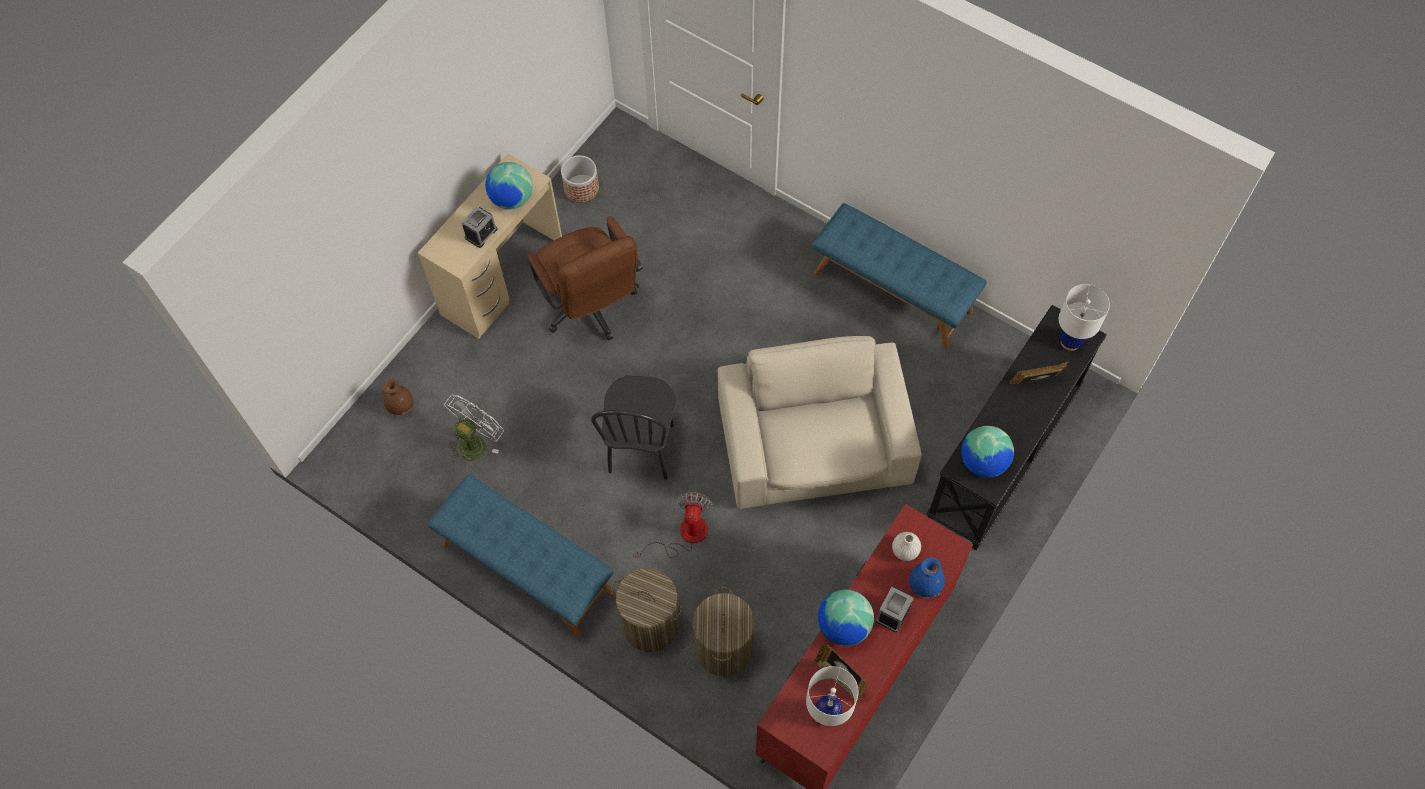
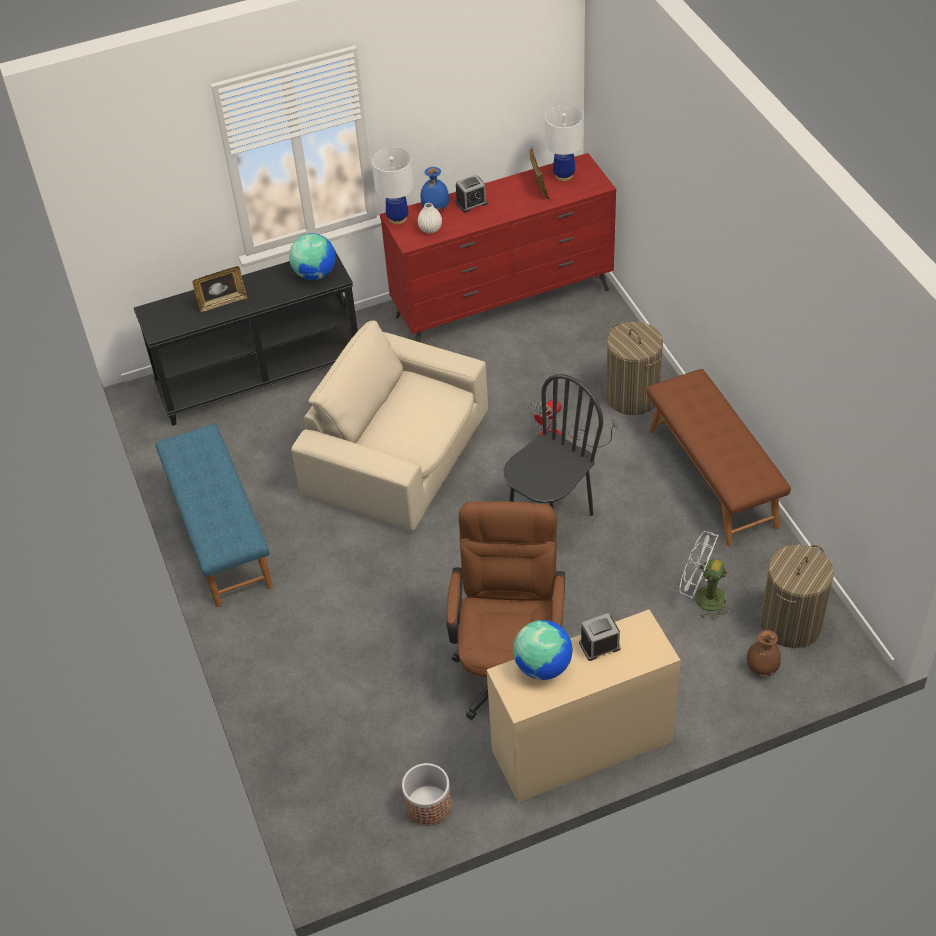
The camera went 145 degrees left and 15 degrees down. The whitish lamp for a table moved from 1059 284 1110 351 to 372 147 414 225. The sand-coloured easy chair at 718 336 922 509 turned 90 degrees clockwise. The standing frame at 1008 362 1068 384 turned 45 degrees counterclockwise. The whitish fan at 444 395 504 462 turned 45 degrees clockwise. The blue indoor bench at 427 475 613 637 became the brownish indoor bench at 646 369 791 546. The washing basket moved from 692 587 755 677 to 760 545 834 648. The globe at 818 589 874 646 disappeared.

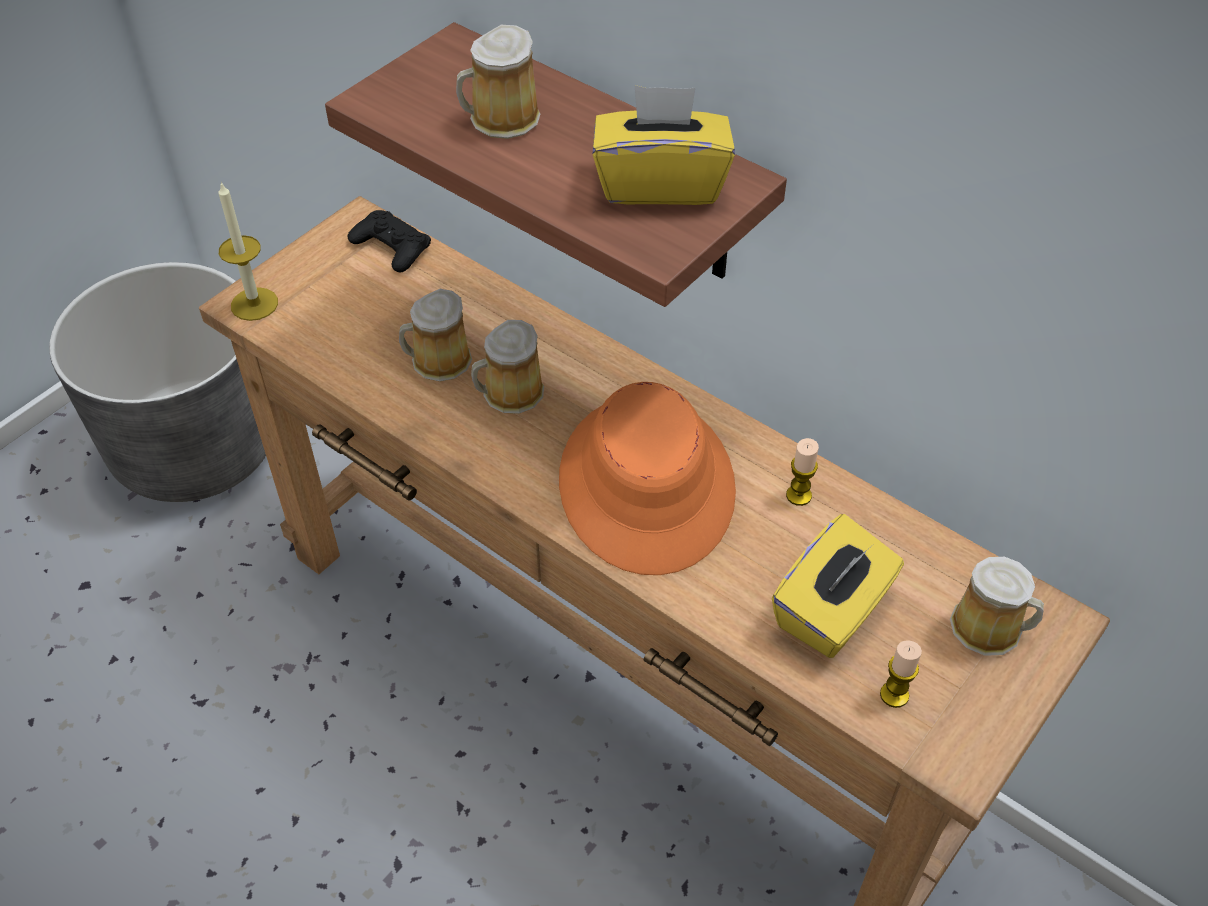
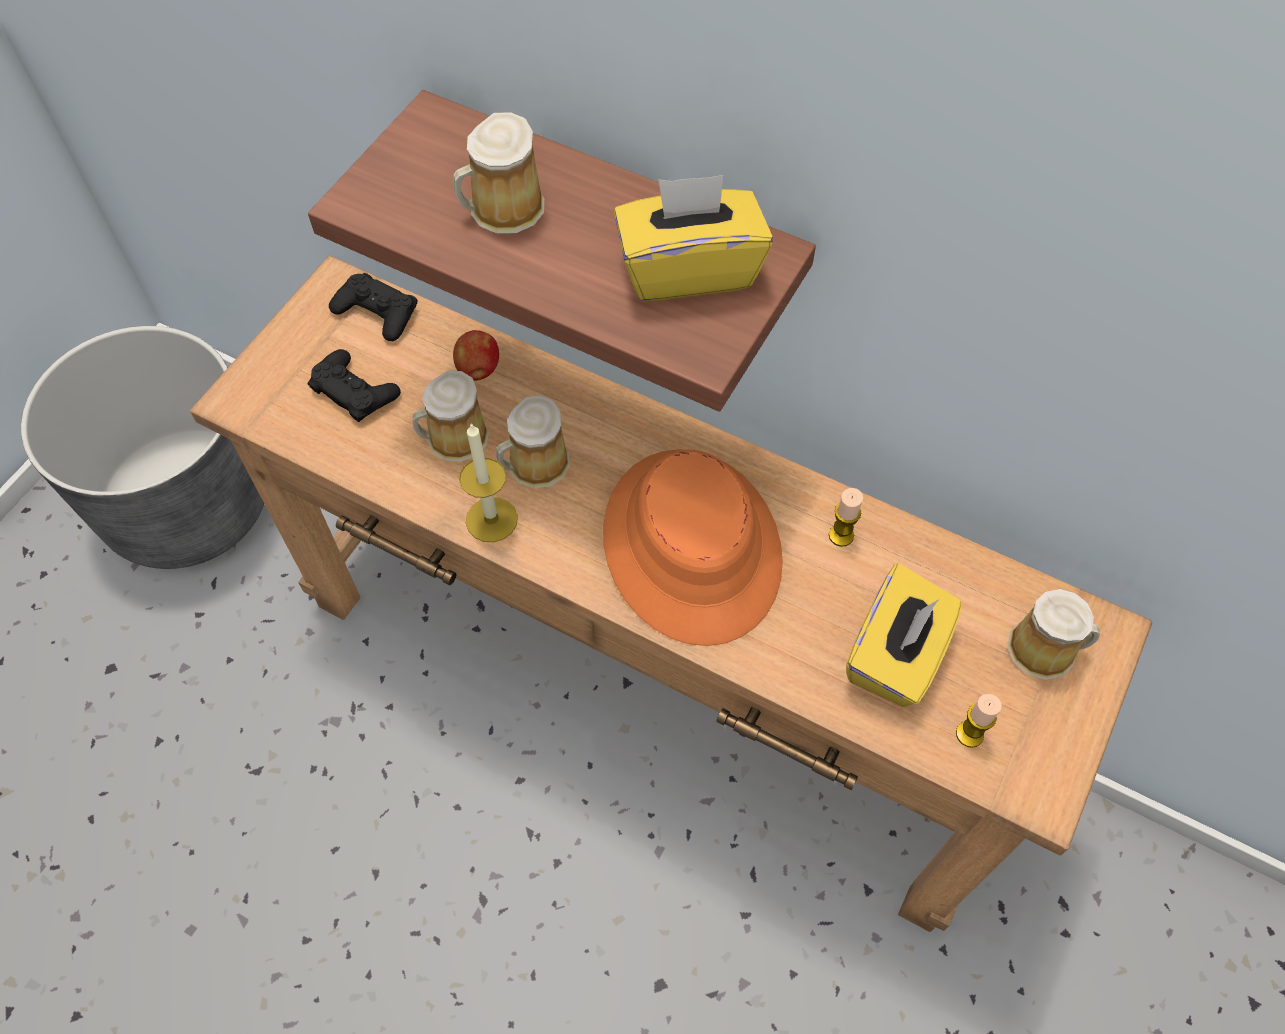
The camera went 10 degrees left and 10 degrees up. The wax candle moved from 218 182 278 321 to 459 423 518 542. The apple fruit at 453 330 499 381 appeared. The black-coloured gamepad at 307 349 401 422 appeared.

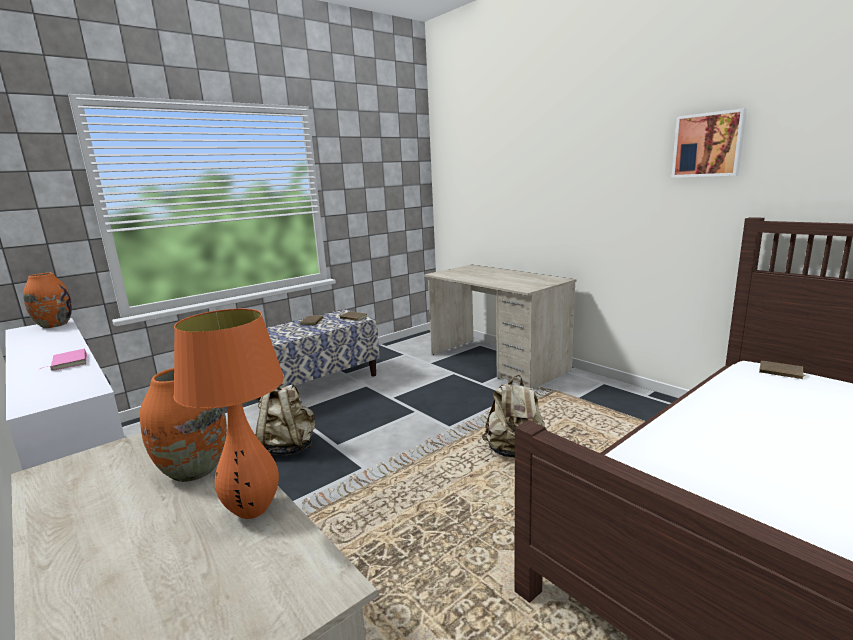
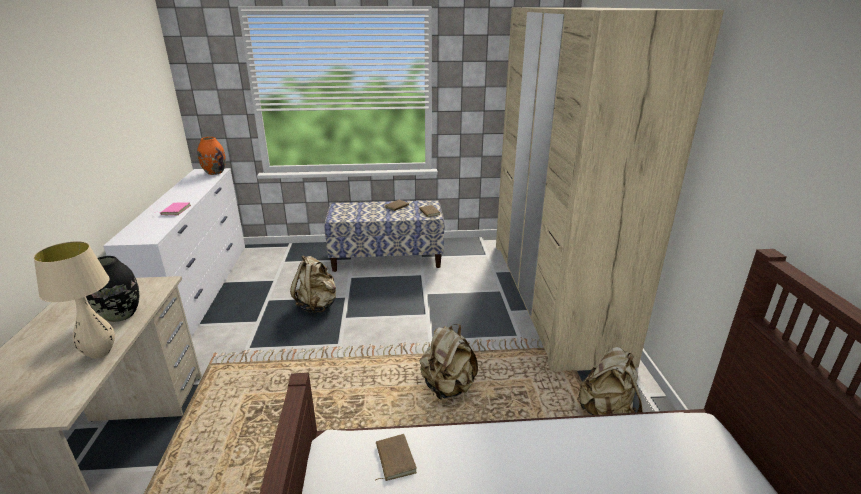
The camera went 35 degrees right and 10 degrees up. The picture at 671 108 747 178 disappeared. The sand-coloured desk unit at 424 264 577 389 was replaced by the sand-coloured clothes cupboard at 496 7 724 371. The orangey lamp for a table at 173 309 284 519 became the sand-coloured lamp for a table at 33 241 115 359. The brownish bound book moved from 759 361 805 379 to 376 434 417 481. The orangey flower vase at 140 368 227 482 became the black-coloured flower vase at 86 256 139 322. The sand-coloured knapsack at 577 347 643 415 appeared.

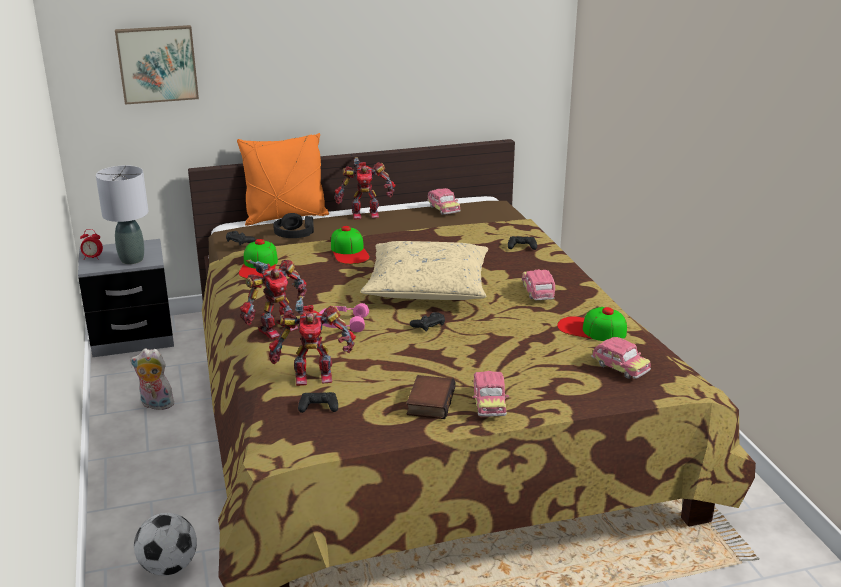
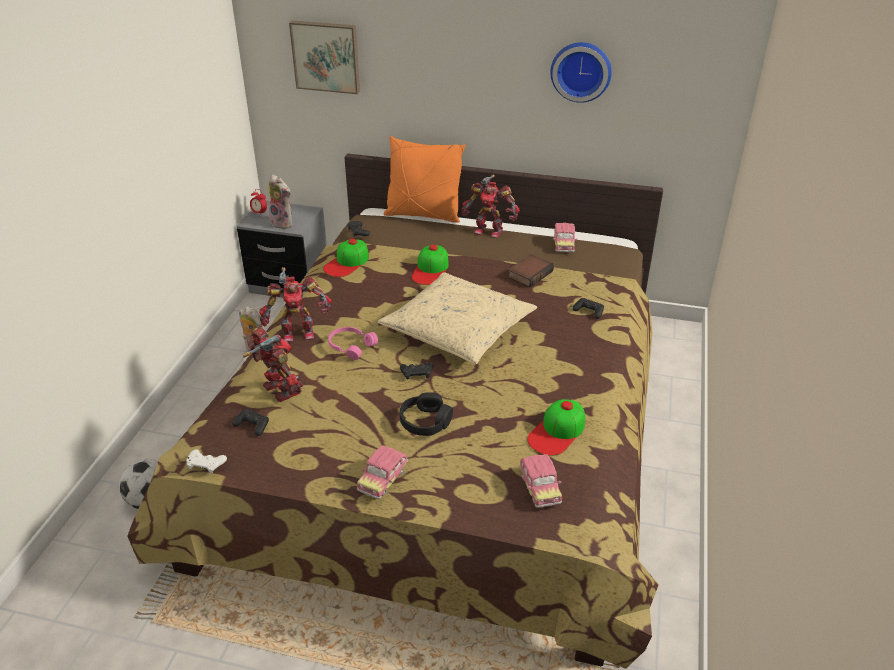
The camera went 30 degrees right and 10 degrees up. The grey lamp for a table at 96 165 148 264 was replaced by the soft toy at 268 174 293 229. The black-coloured headset moved from 274 213 314 238 to 400 392 453 436. The miniature car at 521 269 555 301 disappeared. The model robot at 269 295 356 386 turned 150 degrees counterclockwise. The baseball cap at 557 307 627 341 turned 105 degrees counterclockwise. The bound book moved from 406 375 456 419 to 508 254 554 288. The wall clock at 550 42 612 103 appeared. The whitish gamepad at 187 449 227 473 appeared.

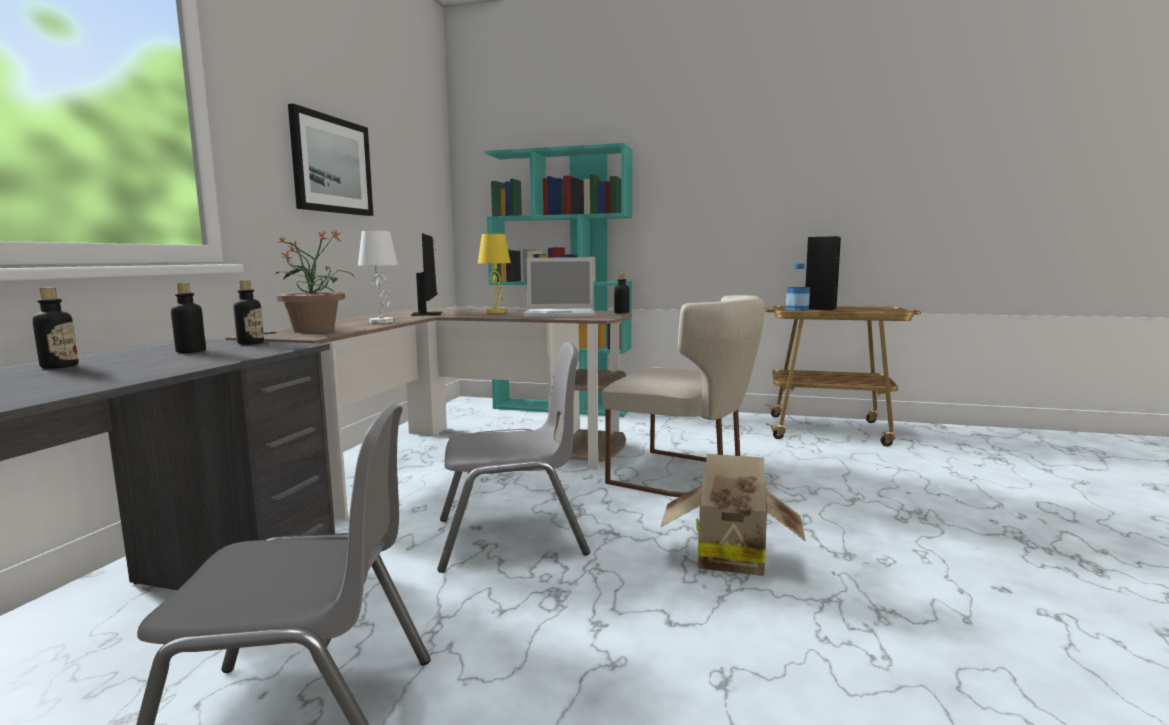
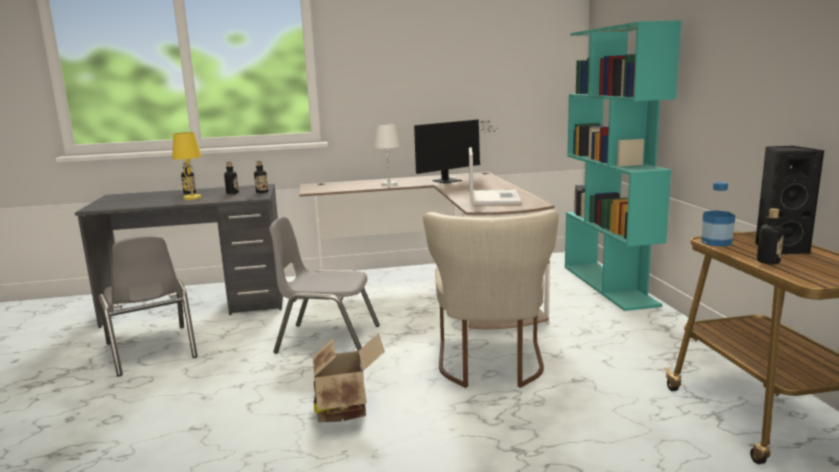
The camera went 65 degrees right and 5 degrees up. The picture at 288 104 373 216 disappeared. The potted plant at 276 230 354 333 disappeared. The yellow lamp for a table moved from 478 234 511 313 to 172 132 202 200. The laptop at 523 257 595 317 turned 150 degrees counterclockwise. The beverage bottle moved from 614 273 630 314 to 757 208 784 264. The grey chair at 437 342 590 573 turned 135 degrees clockwise.

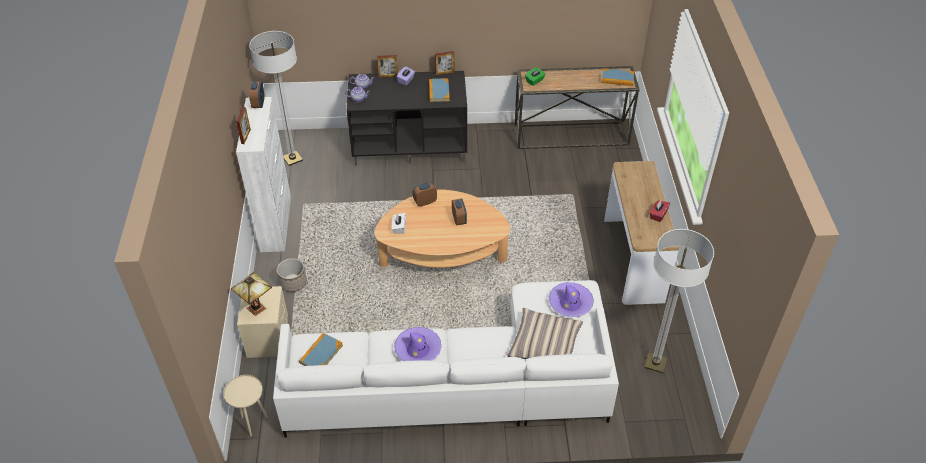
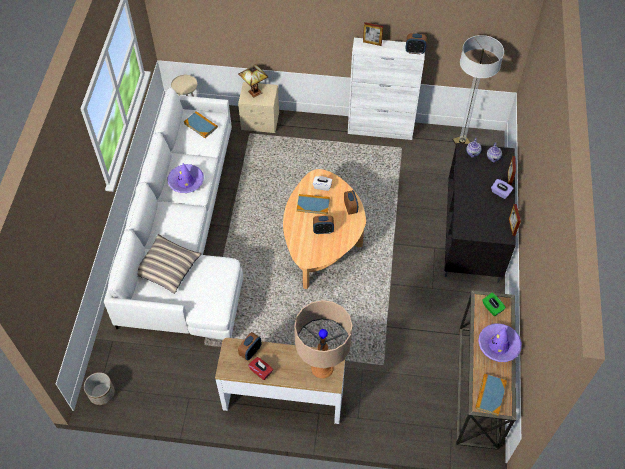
The camera went 100 degrees right and 10 degrees up. The bound book moved from 429 79 450 102 to 297 194 330 215. The floor lamp at 645 229 714 373 disappeared. The plant pot moved from 277 258 307 292 to 84 372 115 405. The purplish wearable hat moved from 549 282 594 317 to 478 323 522 362. The sand-coloured lamp for a table at 294 300 352 378 appeared. The table clock at 238 332 261 361 appeared.

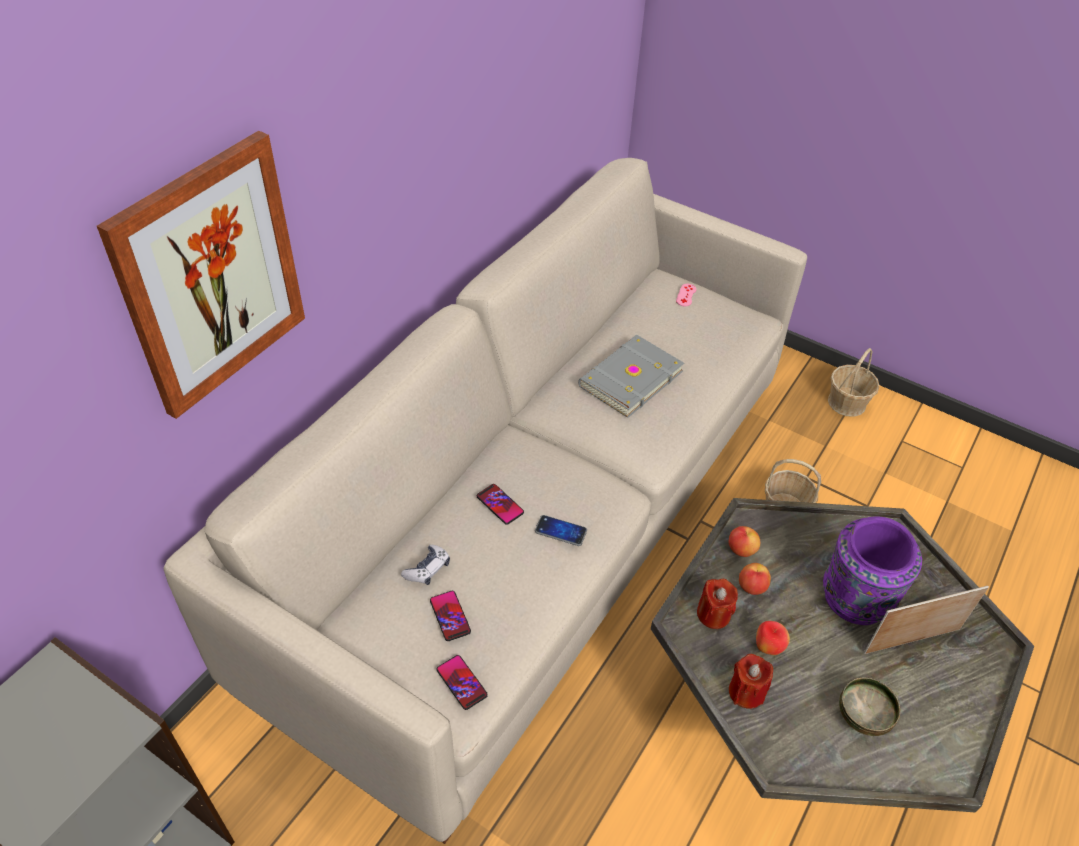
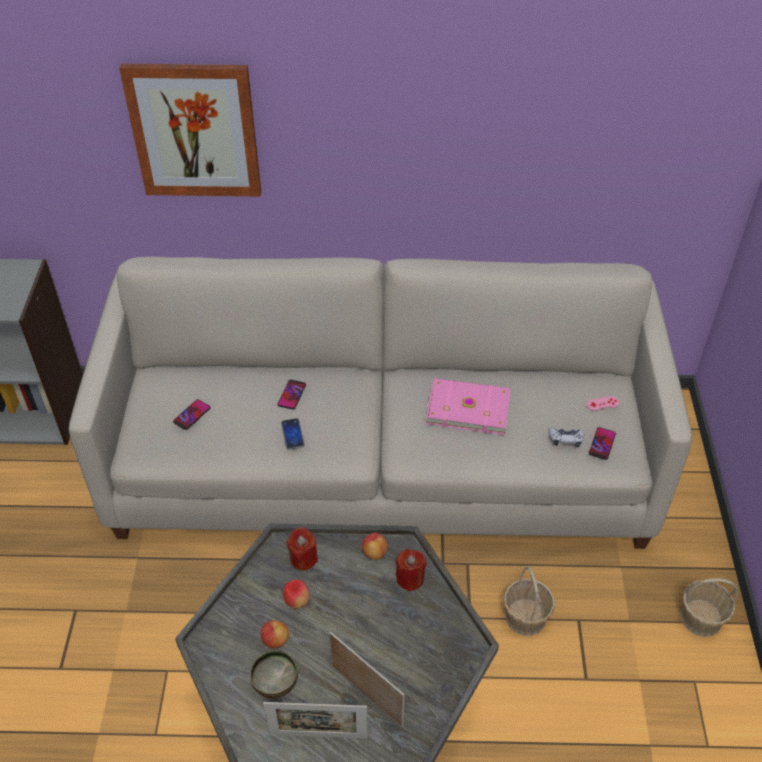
The camera went 60 degrees right and 0 degrees up. The grey bound book at 578 335 684 418 became the pink-coloured bound book at 426 378 511 435. The purplish flower vase at 823 516 922 625 disappeared. The gamepad moved from 401 545 450 585 to 548 427 584 447. The apple fruit moved from 739 563 771 595 to 261 620 289 648. The red wax candle moved from 729 654 773 709 to 396 549 427 591. The phone moved from 437 655 488 710 to 589 427 616 460. The standing frame at 263 702 368 738 appeared.

